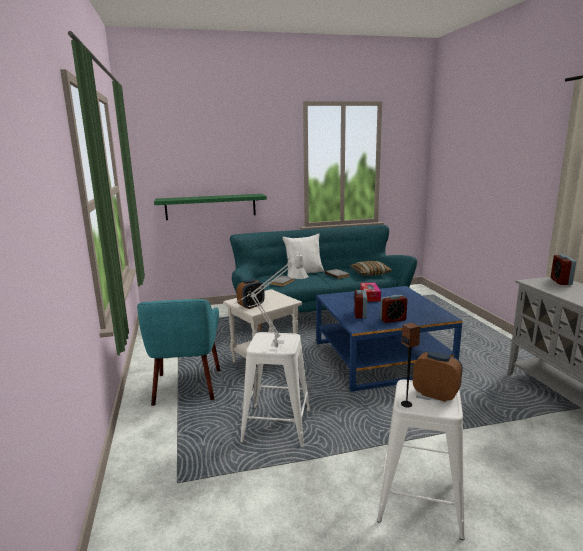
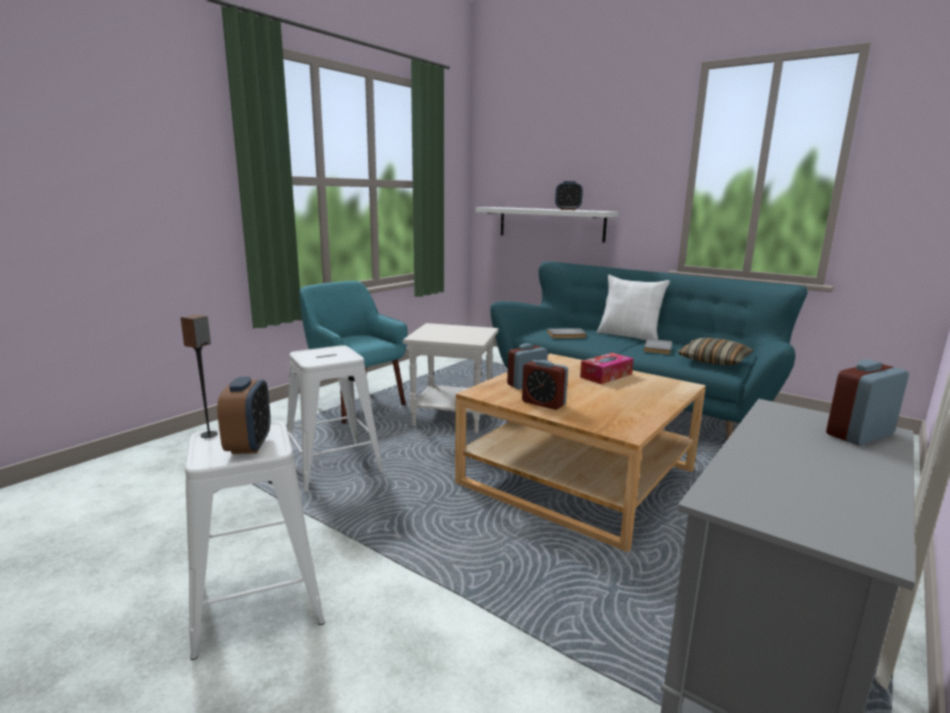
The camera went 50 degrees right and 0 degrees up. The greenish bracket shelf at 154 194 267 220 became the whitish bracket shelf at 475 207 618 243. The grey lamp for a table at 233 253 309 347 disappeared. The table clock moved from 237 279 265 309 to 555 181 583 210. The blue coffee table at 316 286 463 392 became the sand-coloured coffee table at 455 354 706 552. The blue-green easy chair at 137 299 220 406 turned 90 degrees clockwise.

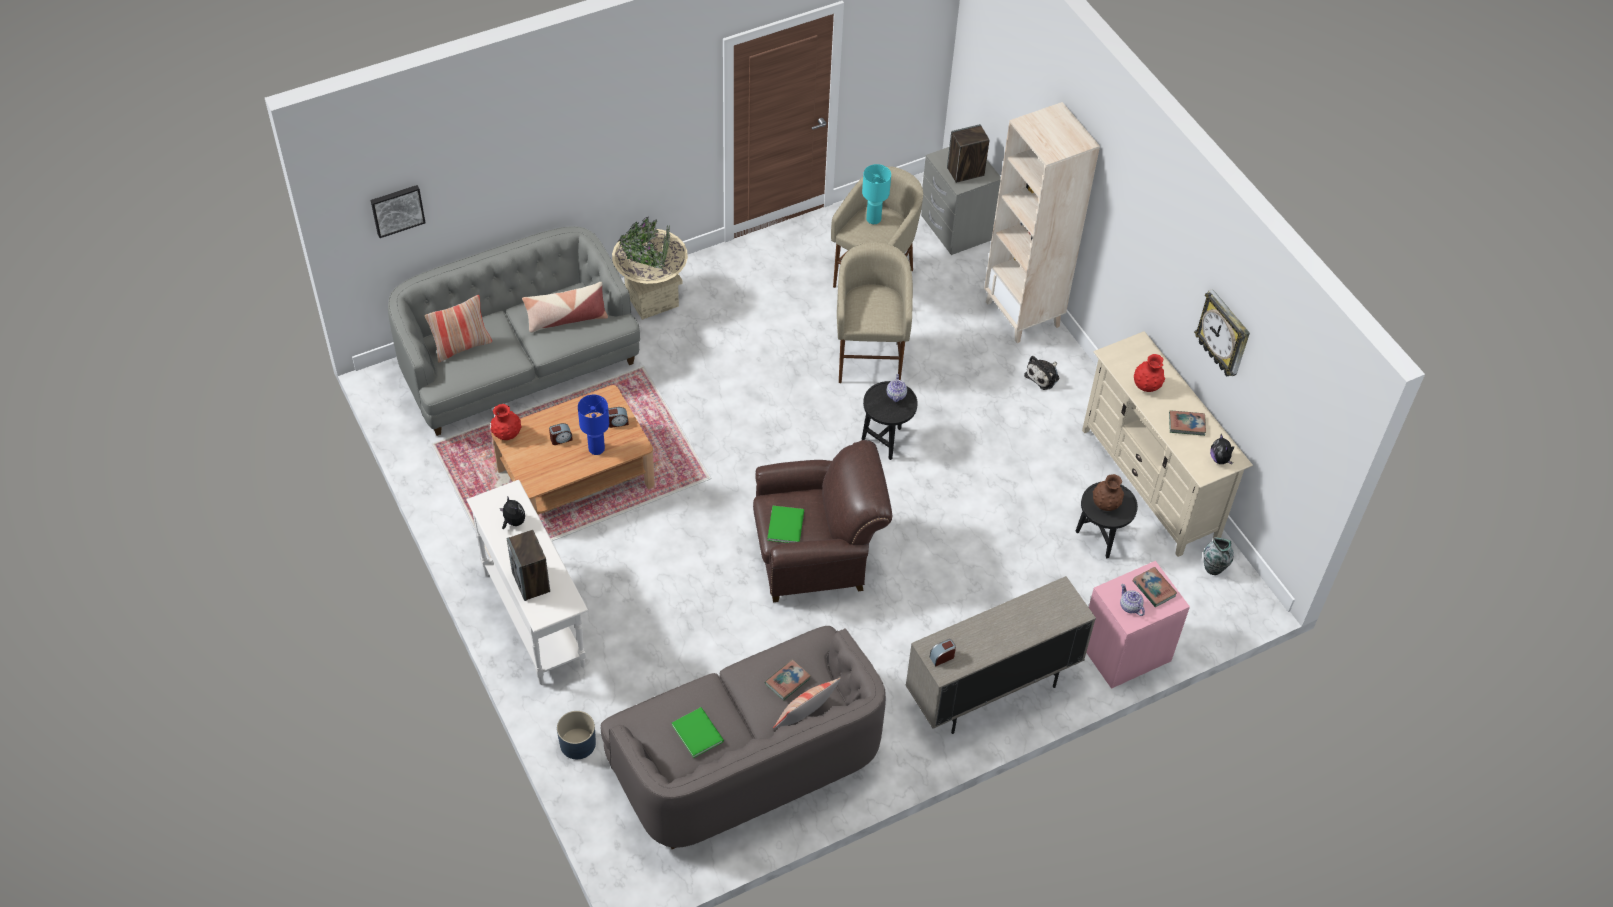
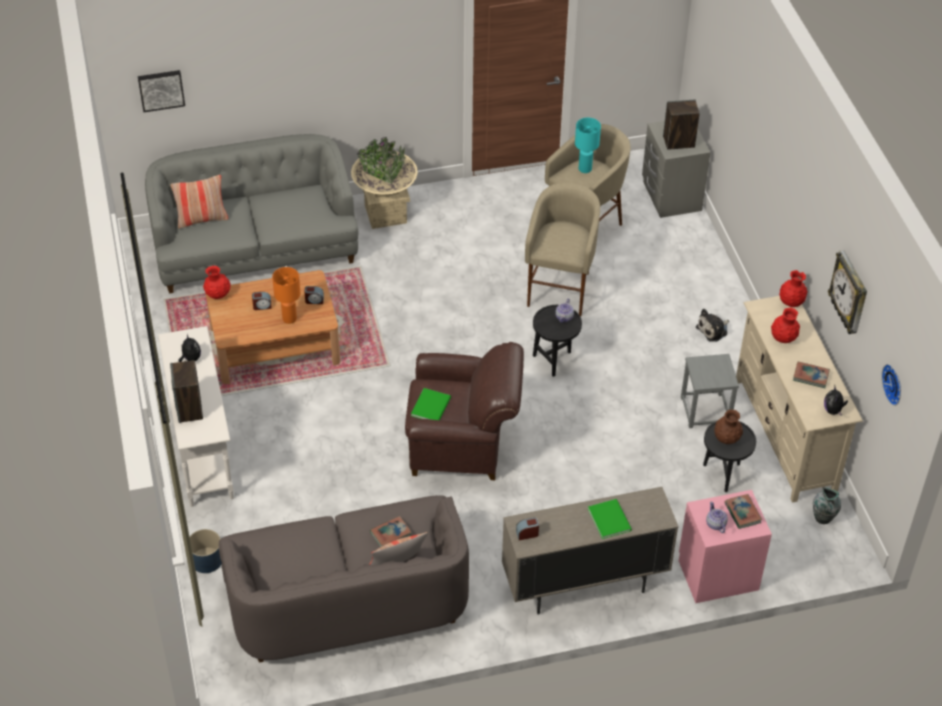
The camera went 15 degrees right and 5 degrees down. The sand-coloured bookcase at 984 102 1100 343 disappeared. The cushion at 522 282 608 333 disappeared. The blue lamp for a table at 578 395 609 455 became the orangey lamp for a table at 272 267 301 324. The greenish bound book moved from 672 707 724 758 to 588 499 632 539. The red flower vase at 779 270 808 307 appeared. The grey sitting stool at 681 354 739 428 appeared. The wall clock at 882 364 901 406 appeared.

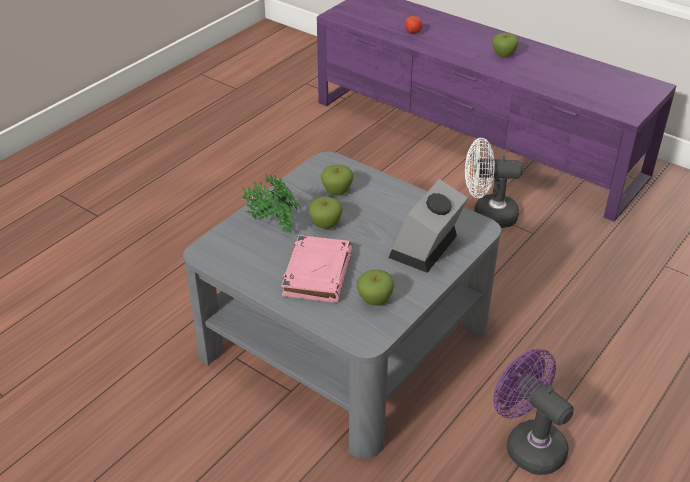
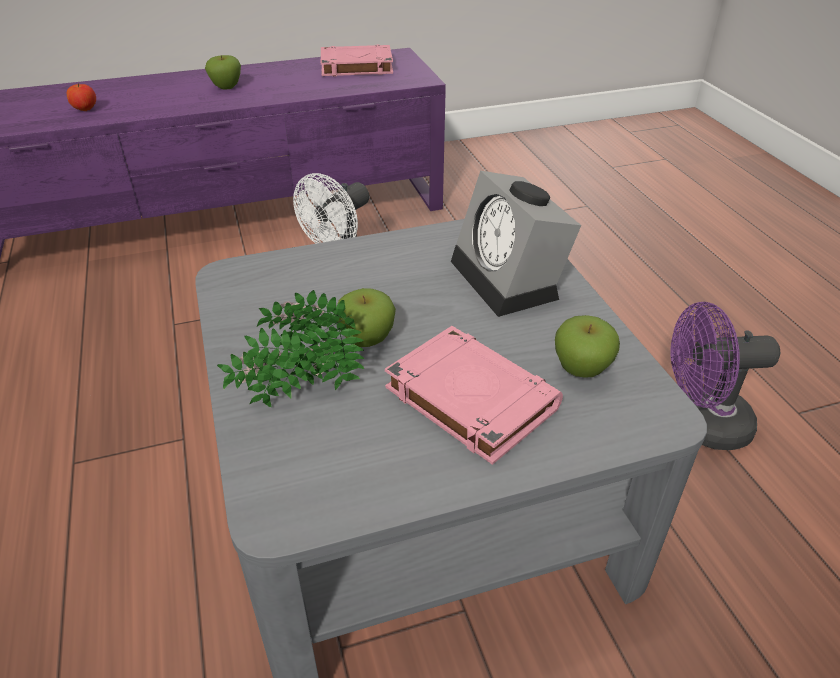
The camera went 55 degrees left and 0 degrees up. The apple fruit at 321 165 353 195 disappeared. The pink-coloured bound book at 321 45 393 76 appeared.

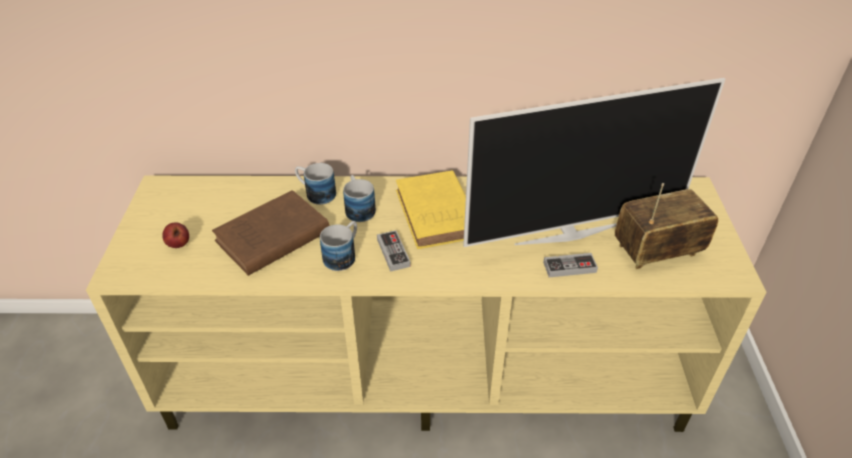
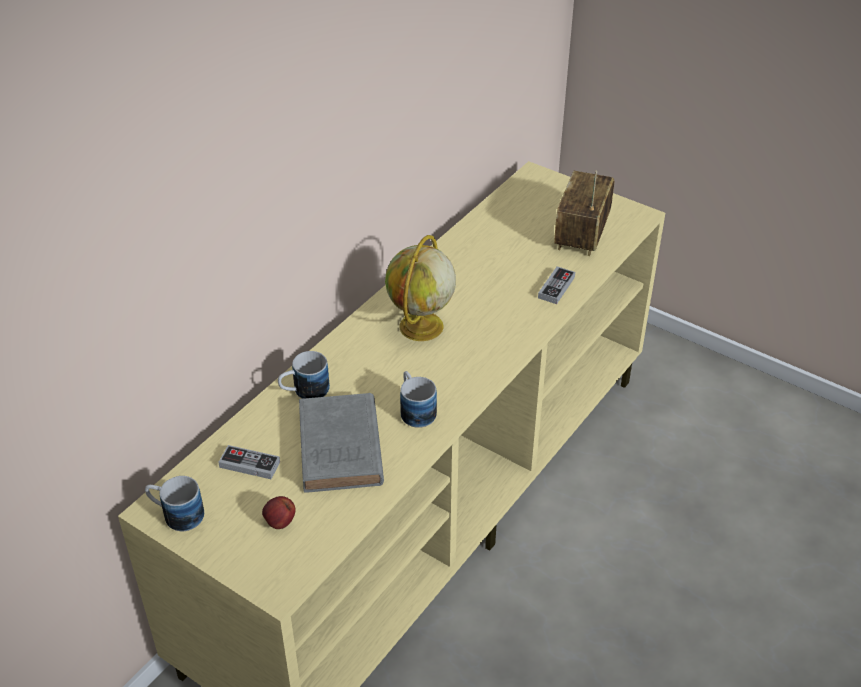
The camera went 55 degrees left and 0 degrees up. The TV at 463 78 725 247 disappeared. The yellow bound book at 396 170 466 249 was replaced by the globe at 385 235 456 341. The tea mug moved from 343 175 376 222 to 145 476 204 531. The brownish bound book at 212 190 329 276 became the grey bound book at 299 393 384 492. The gamepad moved from 377 230 411 272 to 218 445 280 479.

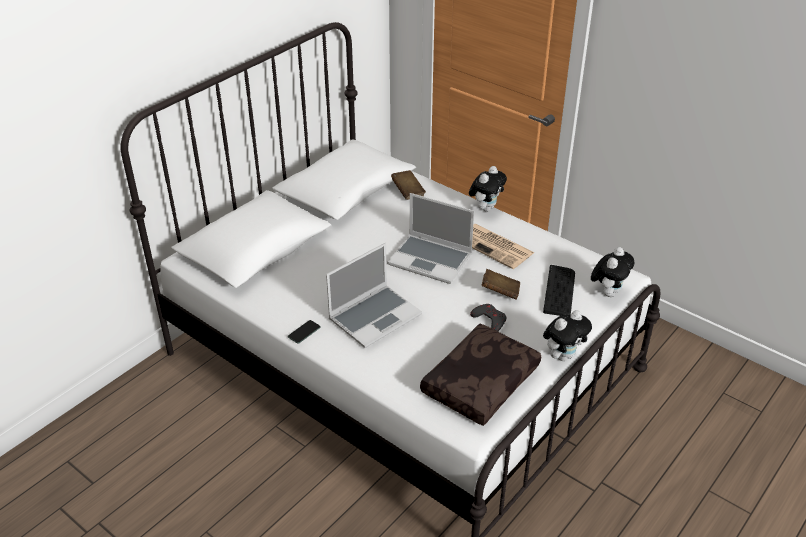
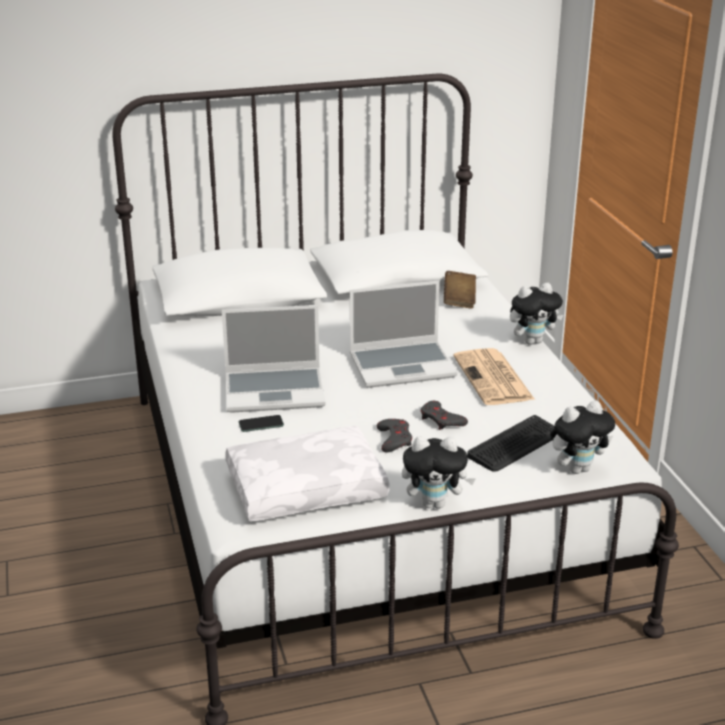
The camera went 35 degrees right and 10 degrees down. The laptop at 387 193 474 284 turned 75 degrees counterclockwise. The brownish bound book at 482 269 520 300 was replaced by the grey gamepad at 421 401 468 430. The phone moved from 288 320 321 344 to 239 415 284 432. The brownish cushion at 420 324 541 426 became the whitish cushion at 225 426 389 521.

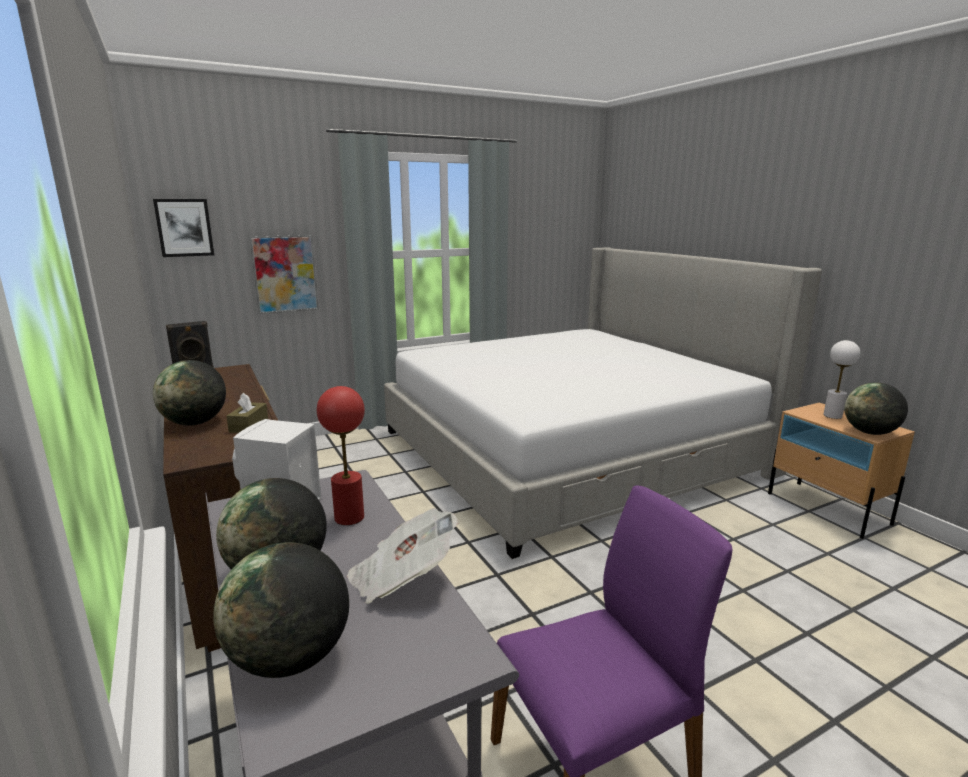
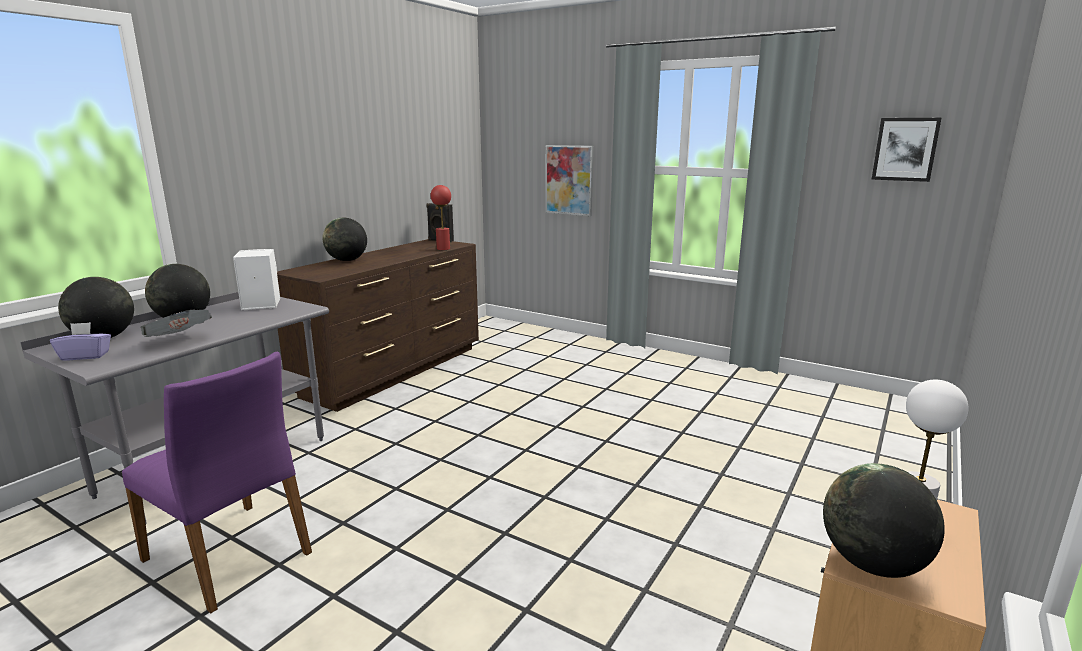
The camera went 60 degrees right and 0 degrees up. The picture moved from 153 199 214 257 to 872 118 942 182. The bedroom bed at 384 247 822 559 disappeared. The red lamp for a table moved from 317 386 365 525 to 431 185 451 250. The brownish box of tissues at 226 393 268 433 disappeared. The purplish box of tissues at 50 322 111 361 appeared.

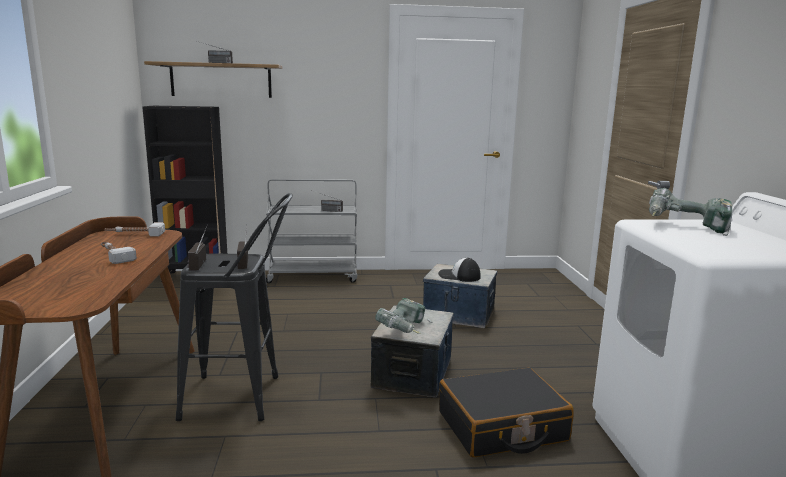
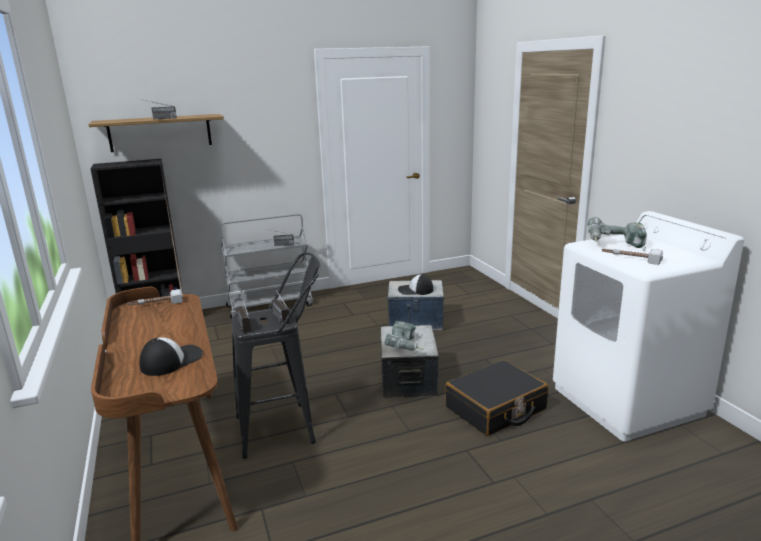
The camera went 15 degrees left and 5 degrees up. The hammer moved from 101 242 137 264 to 602 249 663 265. The baseball cap at 140 337 203 376 appeared.

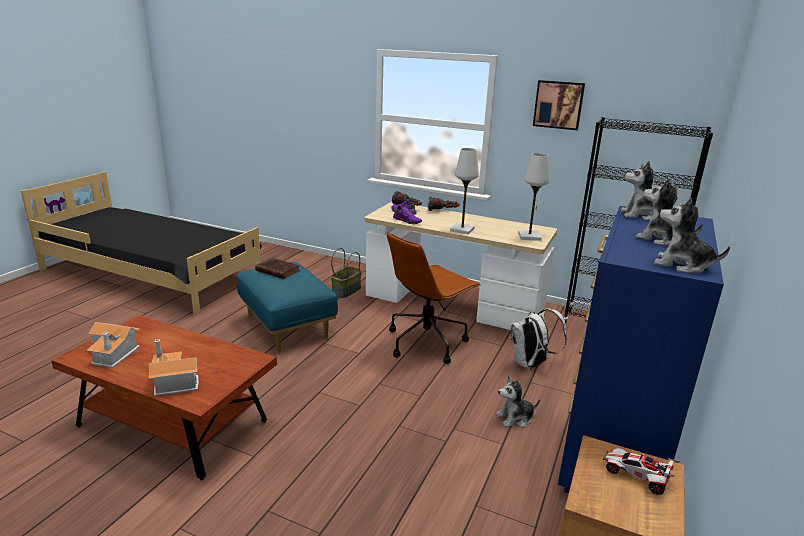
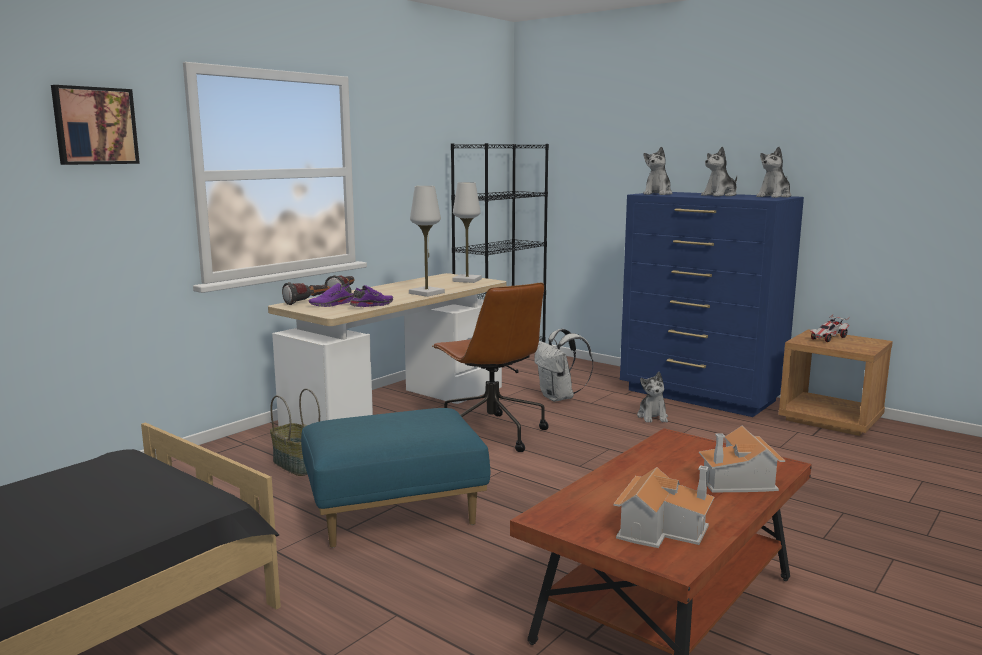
The camera went 75 degrees left and 10 degrees down. The picture moved from 533 80 585 130 to 51 85 140 165. The brownish bound book at 255 258 300 279 disappeared.

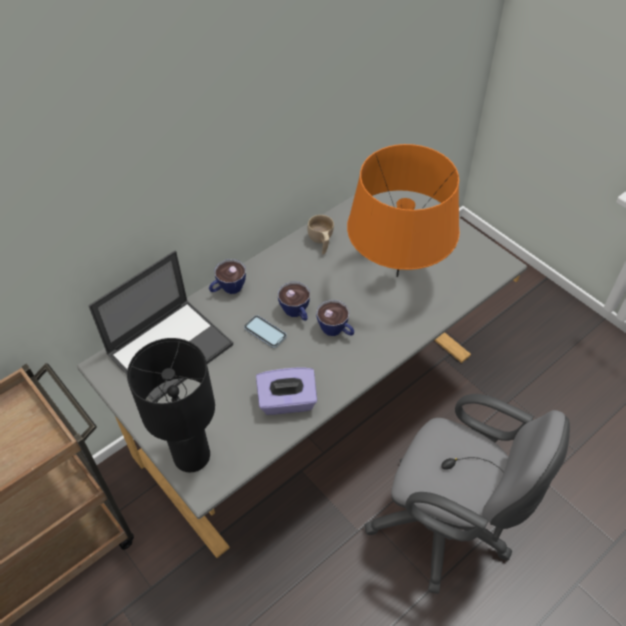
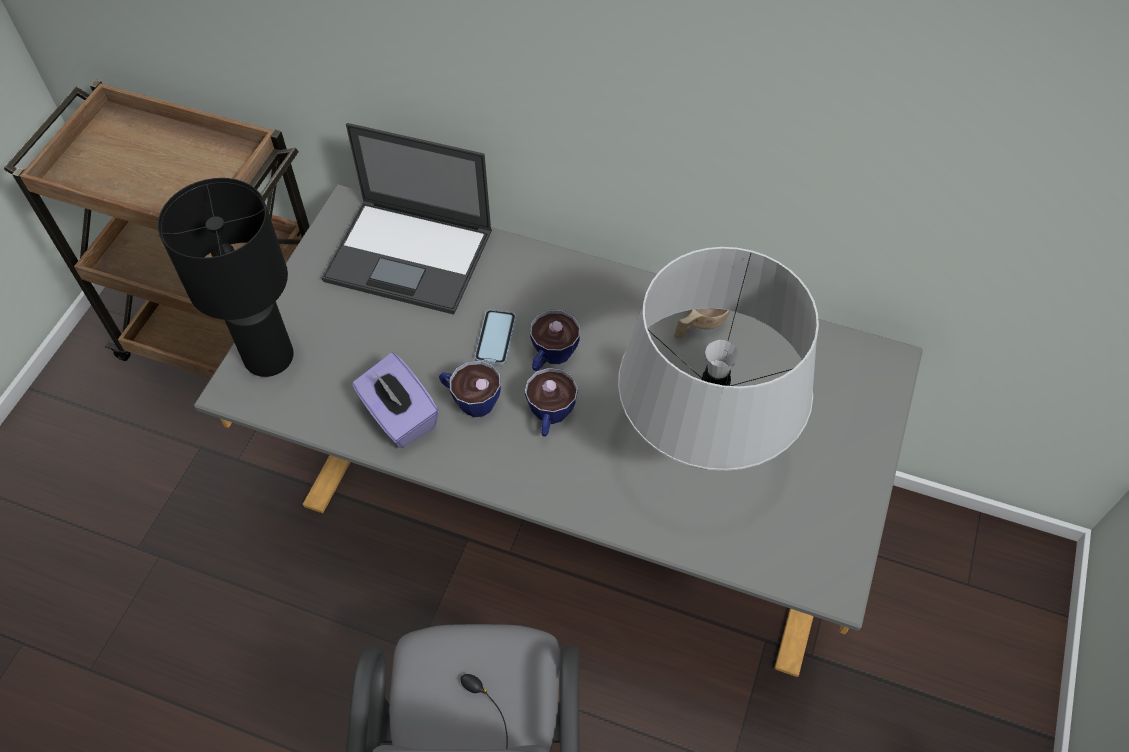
The camera went 60 degrees right and 5 degrees up. The orangey lamp for a table at 347 144 460 277 became the grey lamp for a table at 618 247 819 471. The drinking cup moved from 209 259 246 294 to 439 360 501 417.

